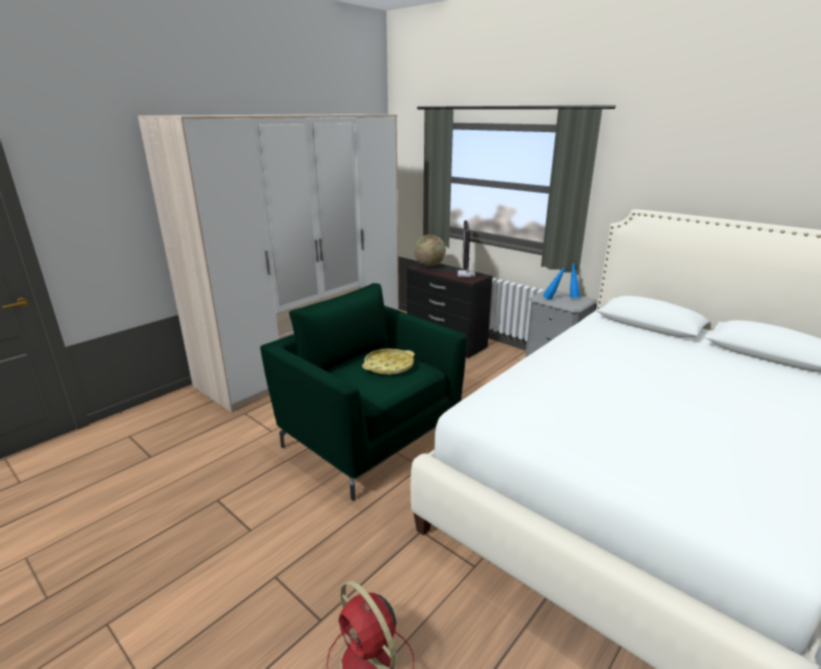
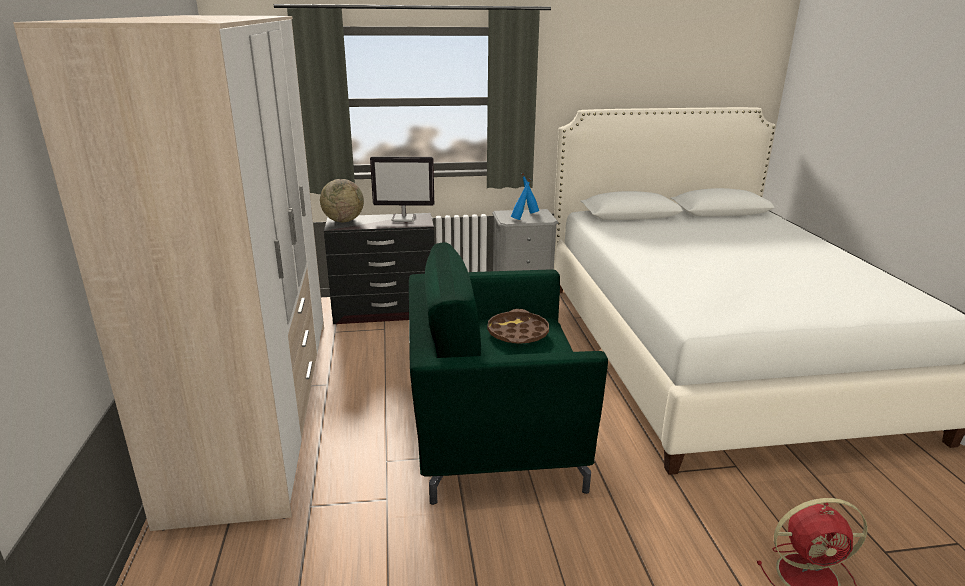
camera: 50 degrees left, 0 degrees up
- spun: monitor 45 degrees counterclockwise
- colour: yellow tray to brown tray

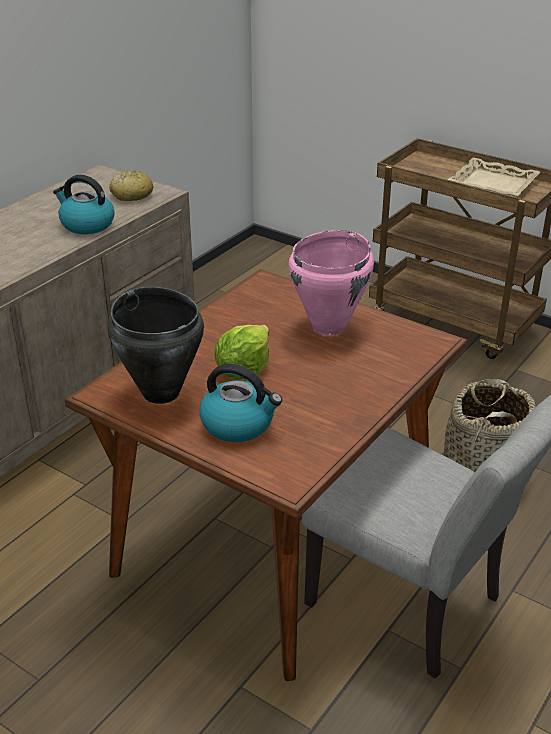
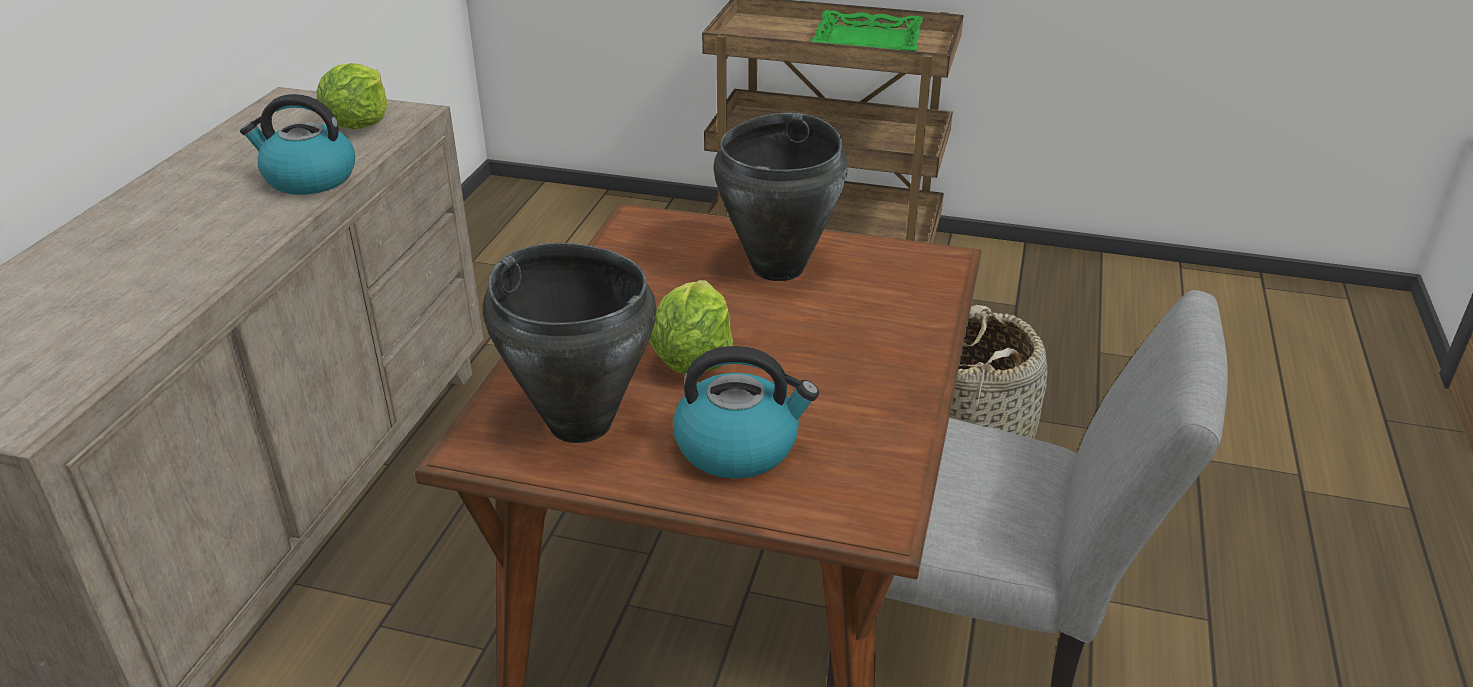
camera: 20 degrees left, 0 degrees up
- exchanged: bread to lettuce (no. 1 from left)
- colour: pink cooking pot to black cooking pot (no. 2 from left)
- colour: beige tray to green tray

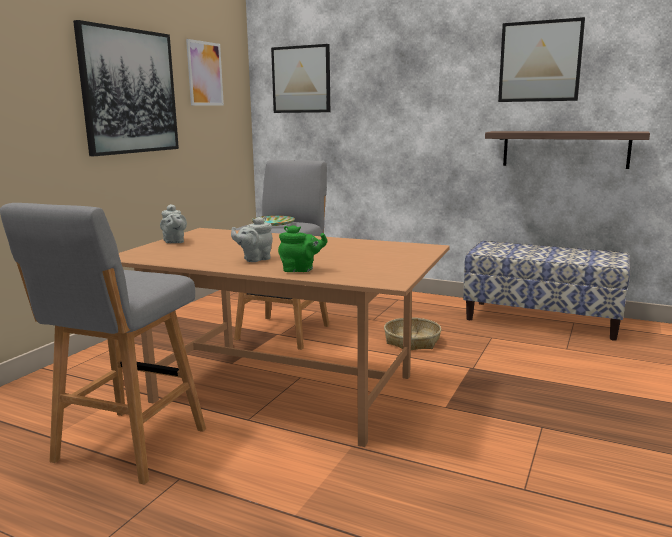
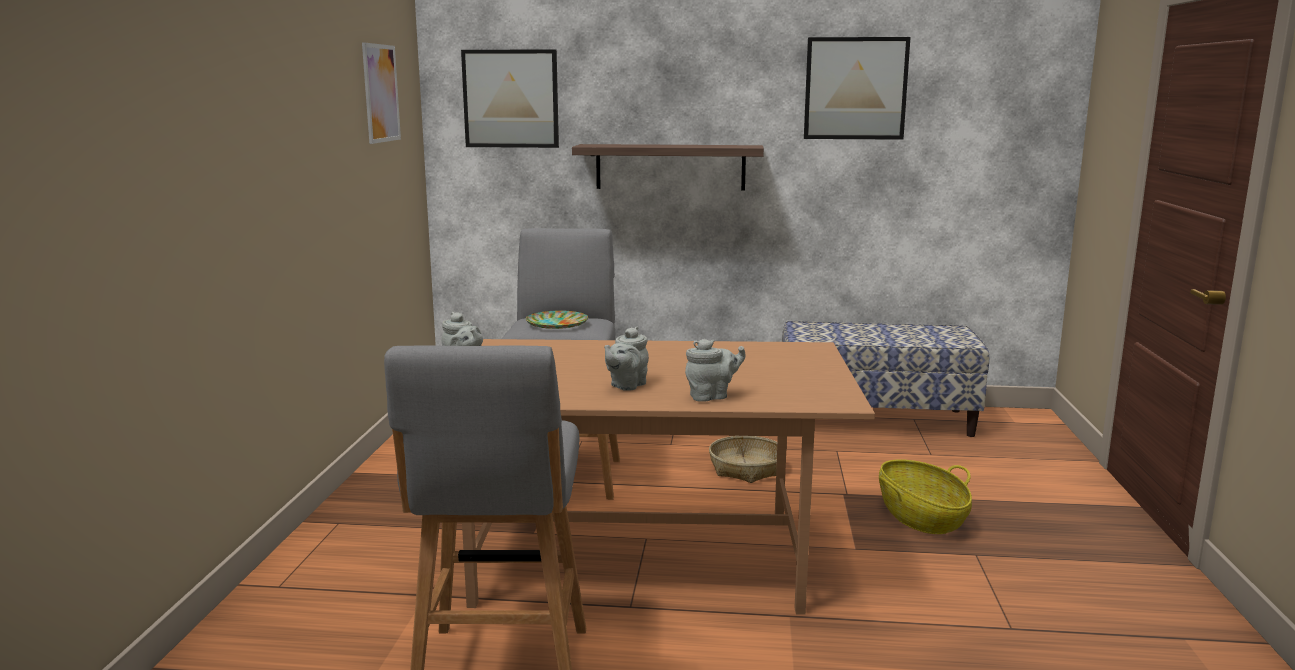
camera: 20 degrees left, 0 degrees up
- relocated: shelf
- colour: green teapot to grey teapot (no. 3 from left)
- appeared: basket (no. 2 from left)
- missing: picture (no. 1 from left)

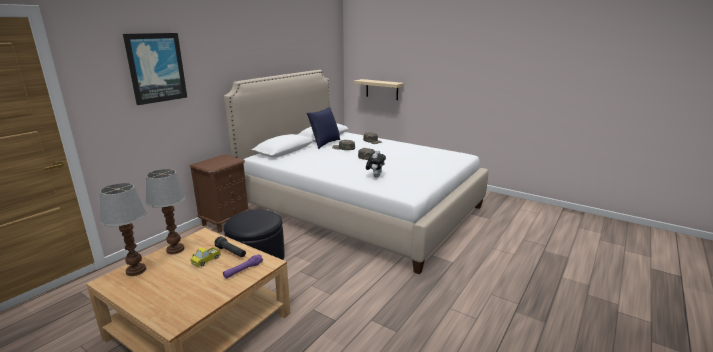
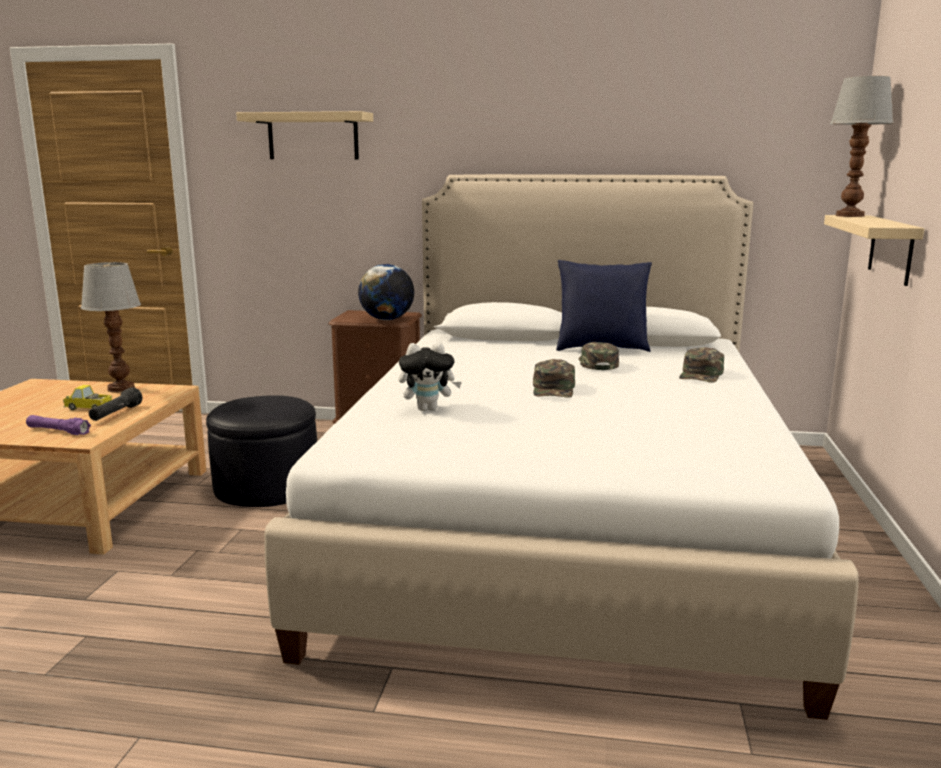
camera: 65 degrees right, 5 degrees down
- exchanged: picture to beige shelf (no. 1 from left)
- appeared: globe
- relocated: table lamp (no. 1 from left in the first image) to table lamp (no. 2 from left)

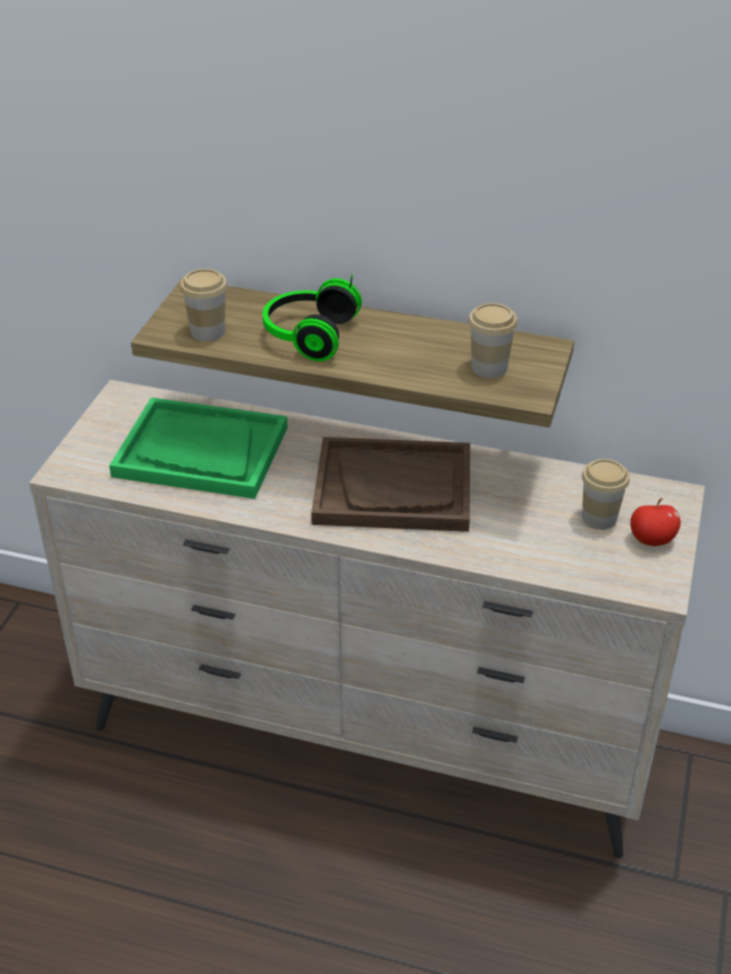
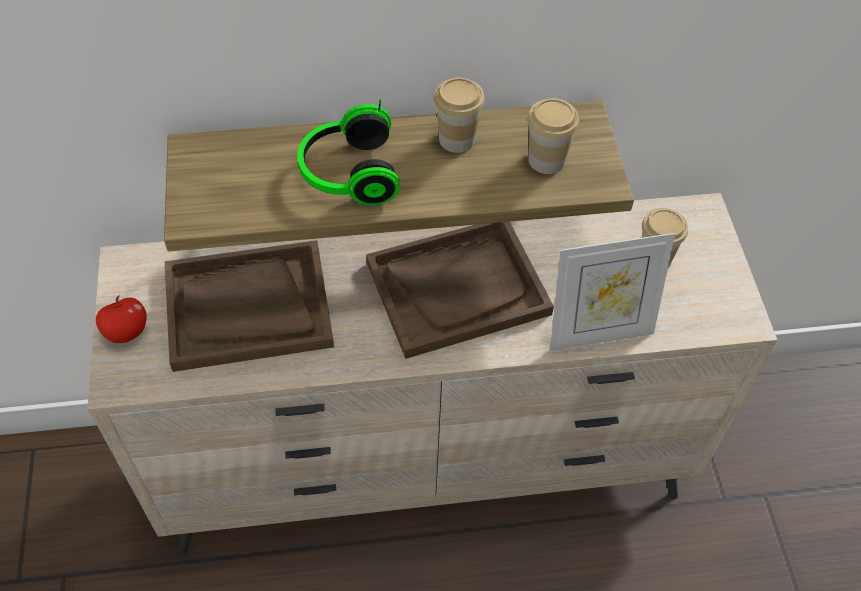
camera: 25 degrees left, 15 degrees up
- relocated: apple
- colour: green tray to brown tray (no. 1 from left)
- relocated: cup (no. 1 from left)
- appeared: picture frame

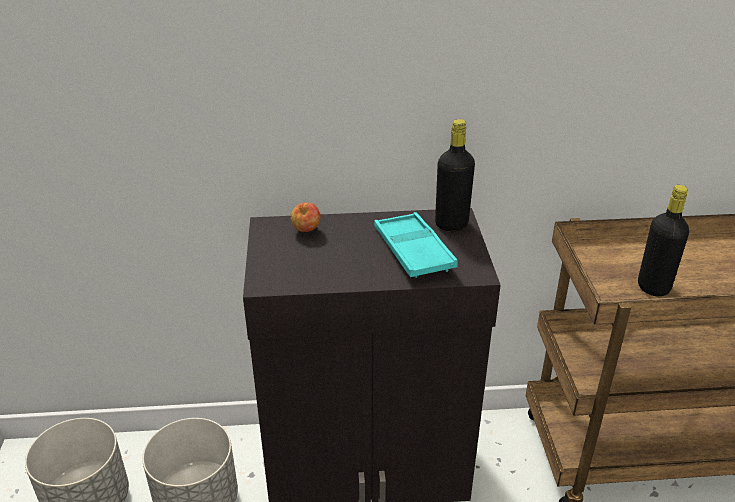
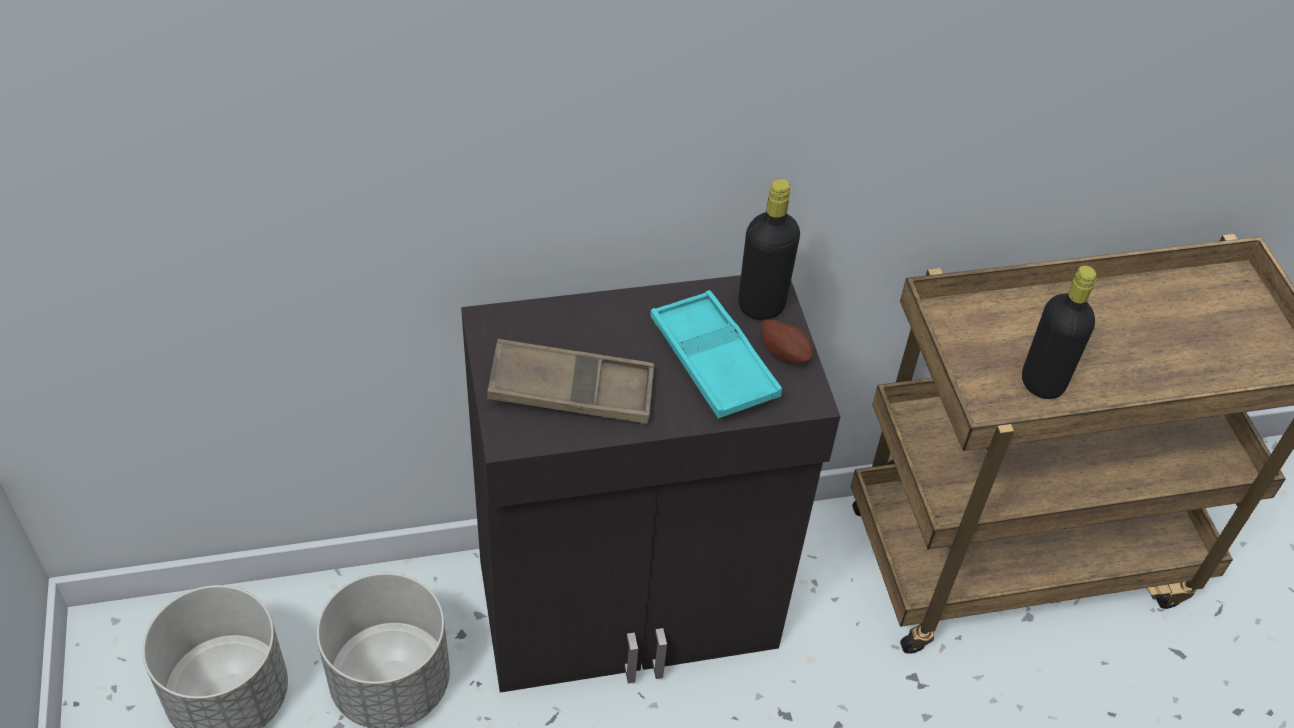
camera: 10 degrees left, 15 degrees up
- appeared: brown tray
- appeared: potato
- missing: apple

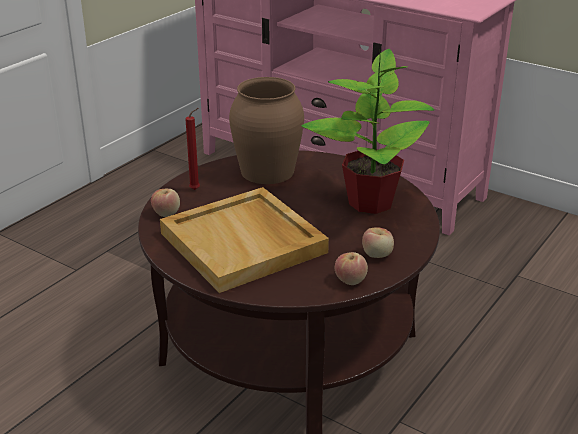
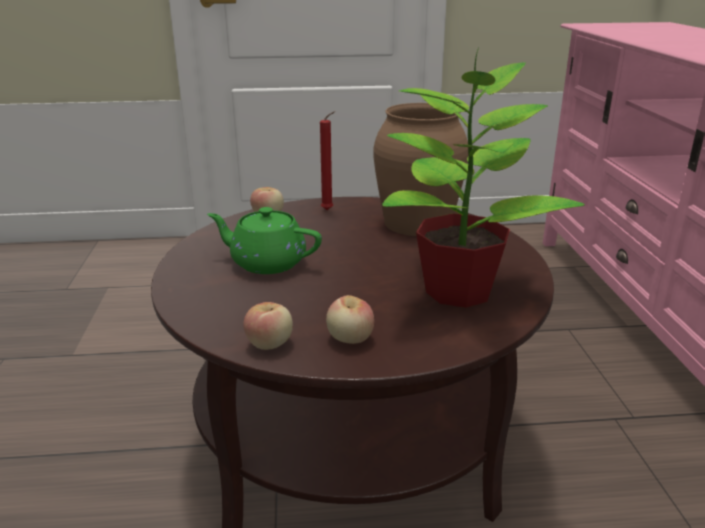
camera: 50 degrees right, 5 degrees down
- exchanged: beige tray to green teapot

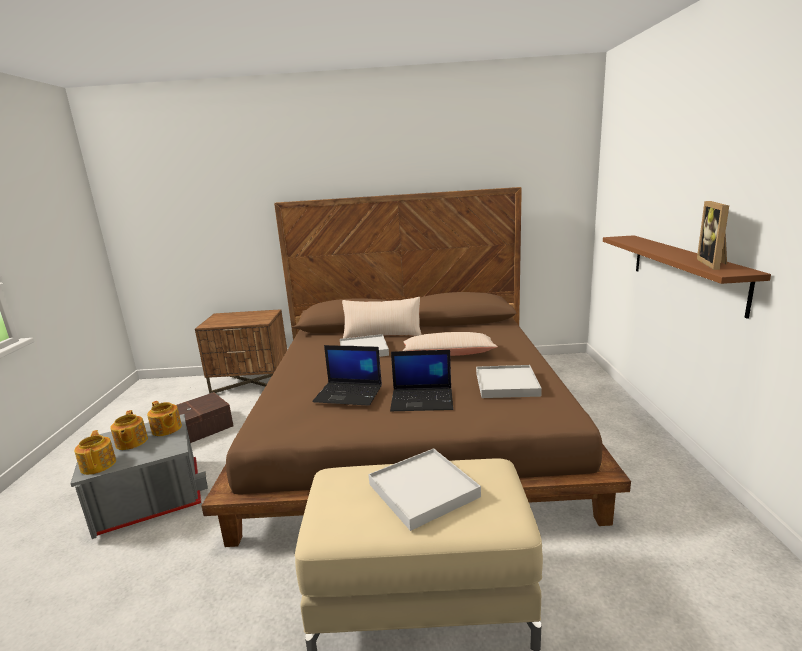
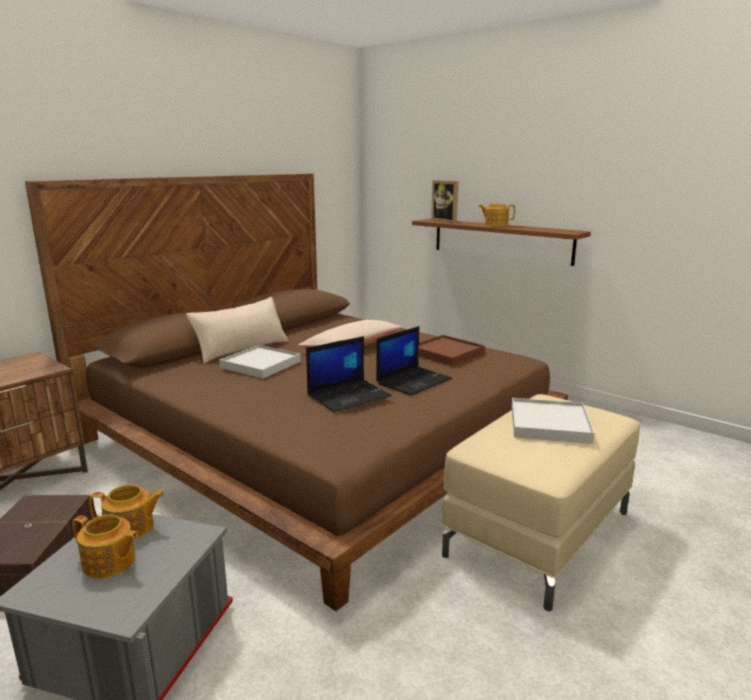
camera: 50 degrees left, 0 degrees up
- colour: white tray (no. 3 from left) to brown tray
- relocated: picture frame
- relocated: teapot (no. 1 from left in the first image) to teapot (no. 3 from left)

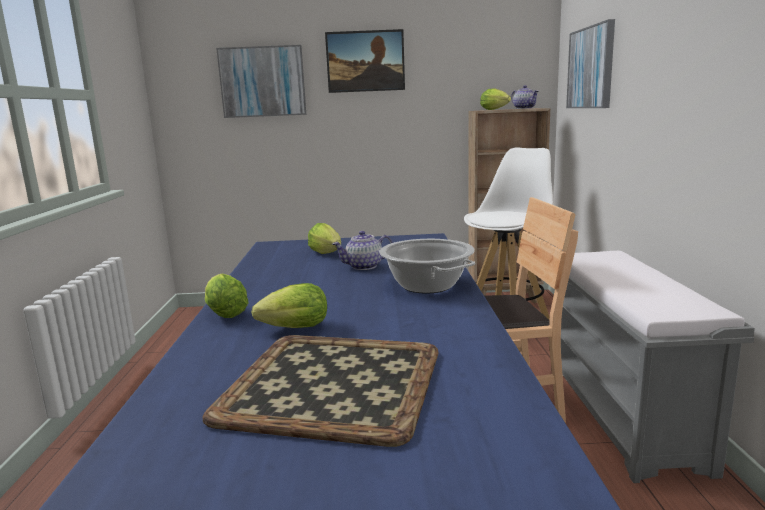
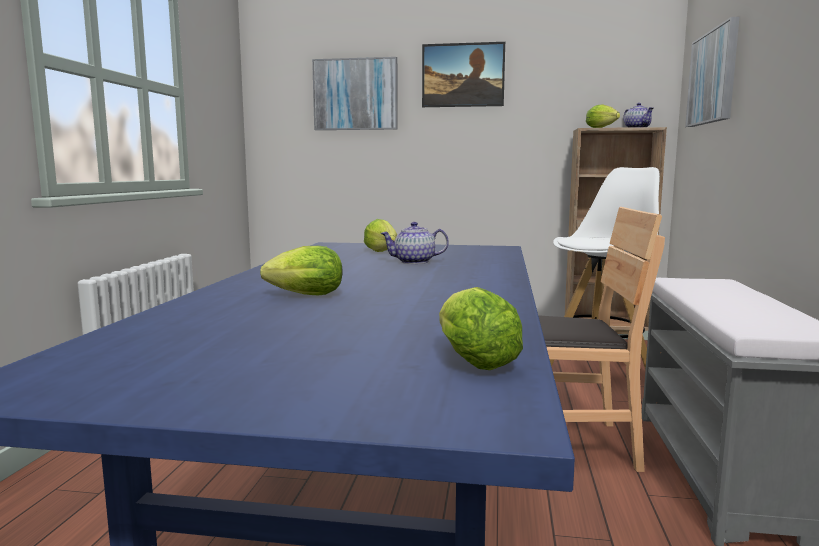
camera: 10 degrees right, 5 degrees down
- relocated: lettuce (no. 1 from left in the first image) to lettuce (no. 3 from left)
- missing: tray
- missing: cooking pot

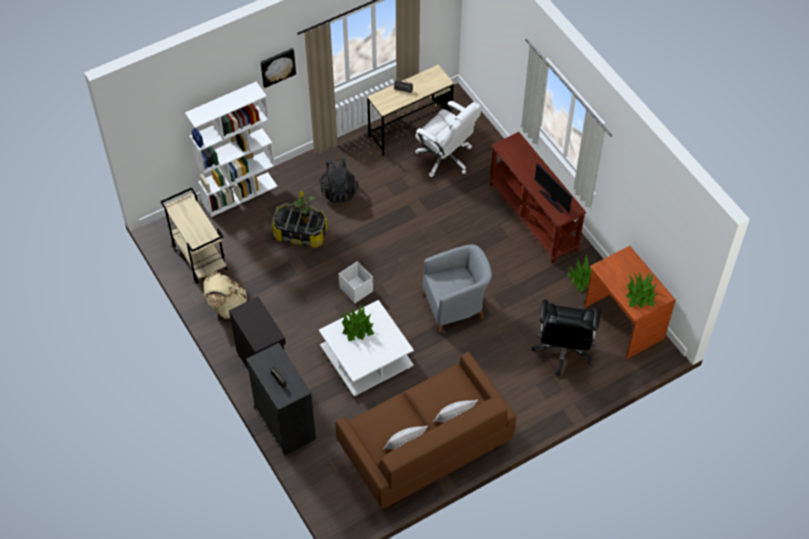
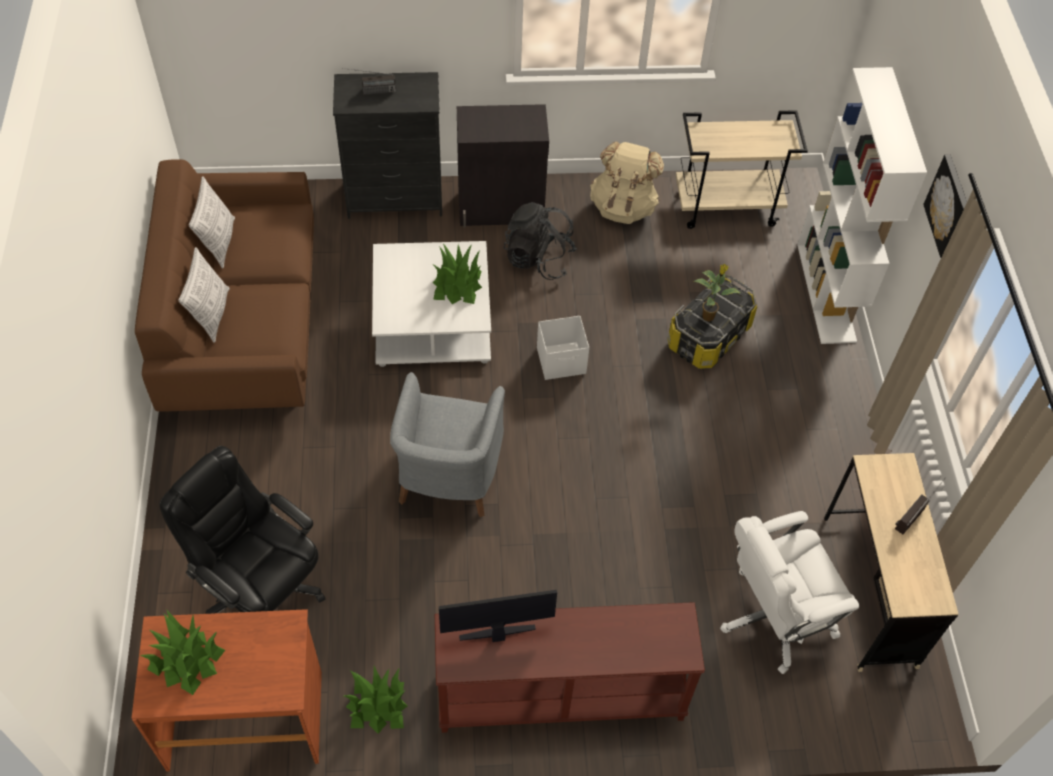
camera: 115 degrees right, 0 degrees up
- relocated: black backpack

